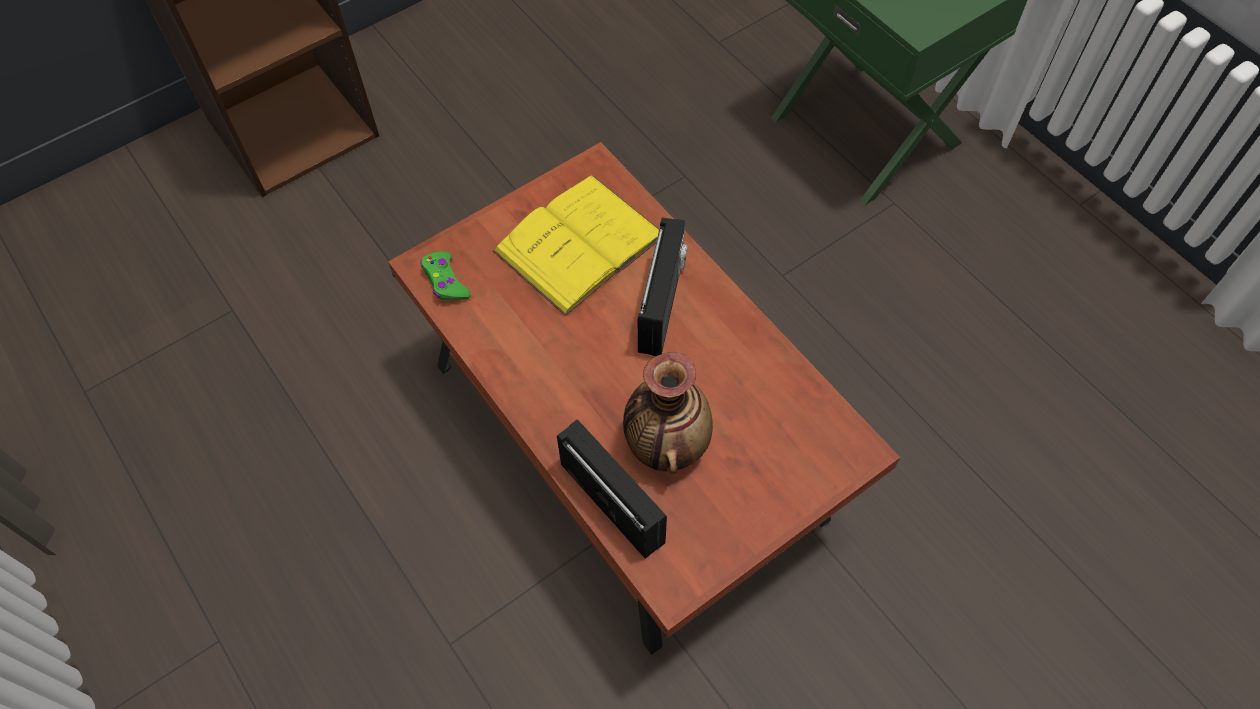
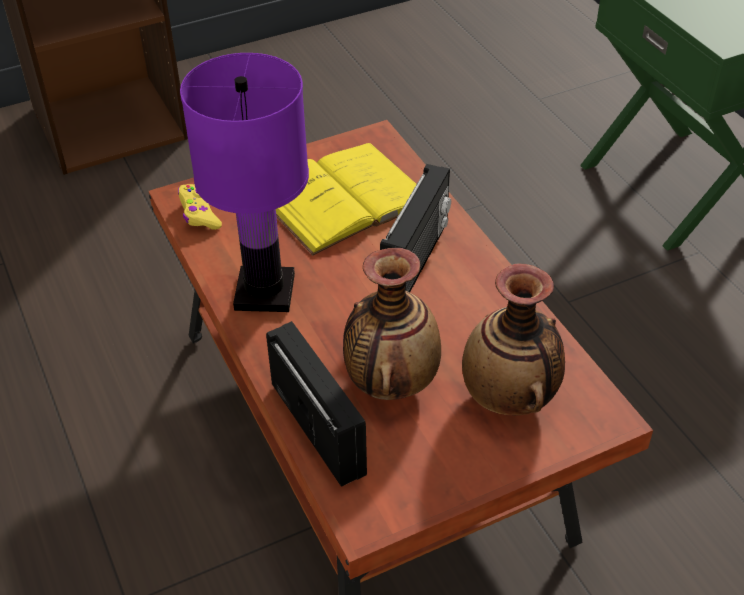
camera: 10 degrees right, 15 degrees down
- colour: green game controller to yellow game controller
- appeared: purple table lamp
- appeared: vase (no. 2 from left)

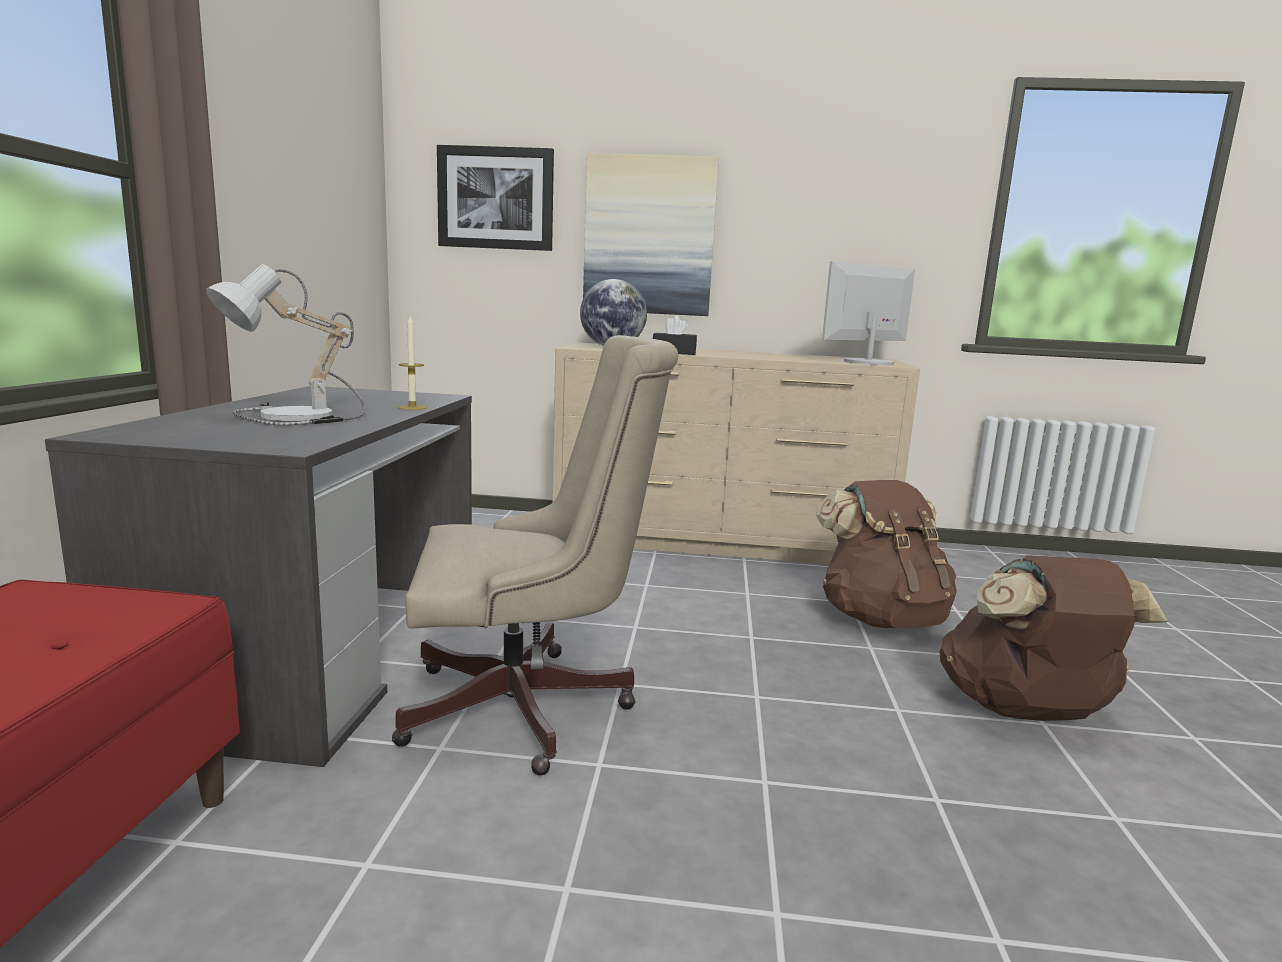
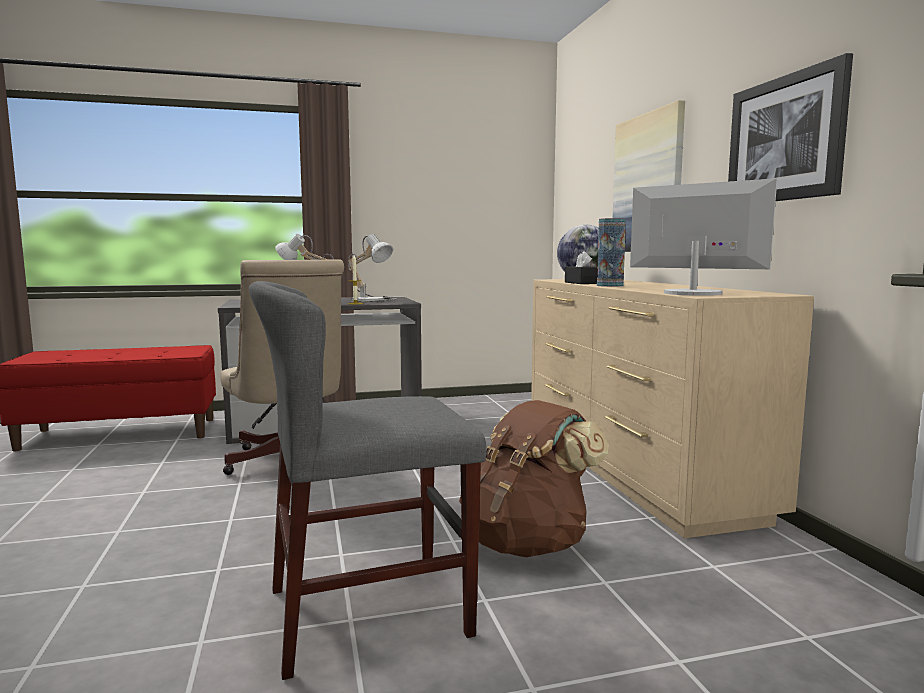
camera: 70 degrees right, 5 degrees down
- exchanged: brown backpack (no. 2 from left) to grey chair
- appeared: table lamp (no. 2 from left)
- appeared: vase
- relocated: picture (no. 1 from left in the first image) to picture (no. 2 from left)

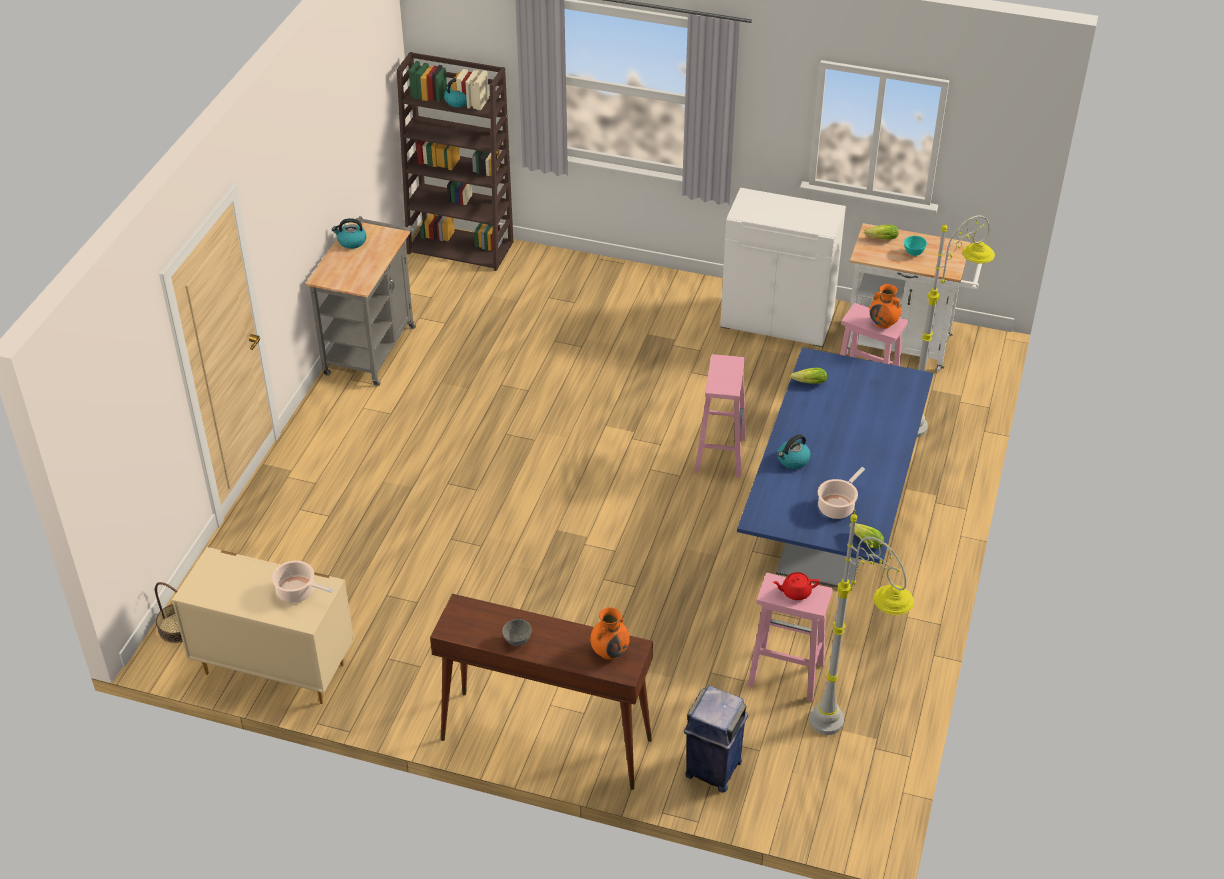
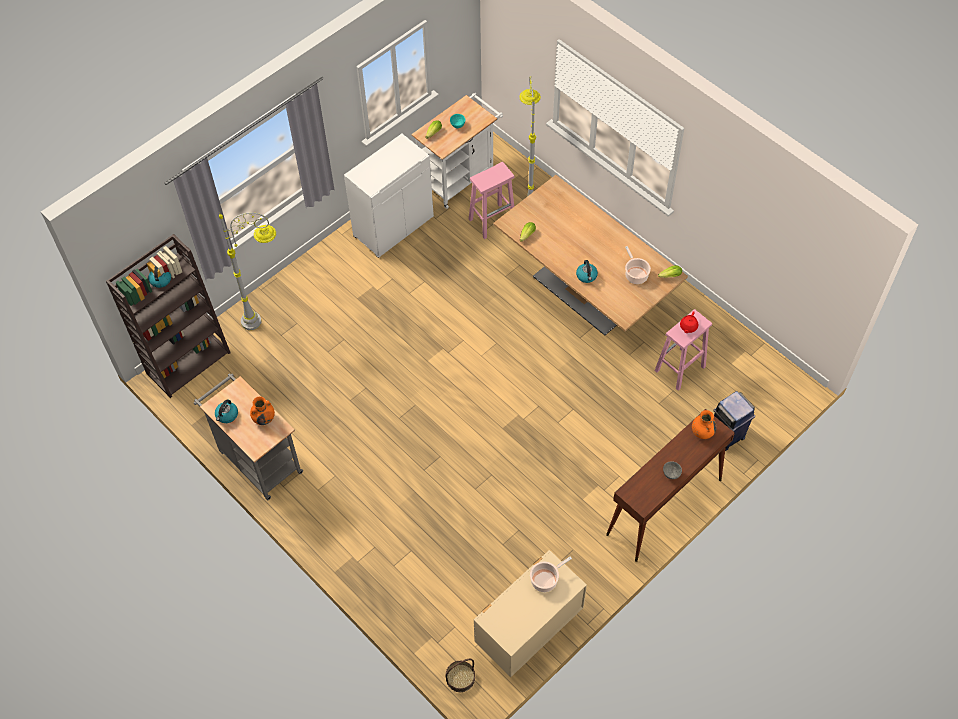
camera: 60 degrees left, 15 degrees up
- relocated: grey floor lamp (no. 1 from left)
- relocated: orange vase (no. 2 from left in the first image) to orange vase (no. 1 from left)
- colour: blue dining table to beige dining table
- missing: pink stool (no. 1 from left)

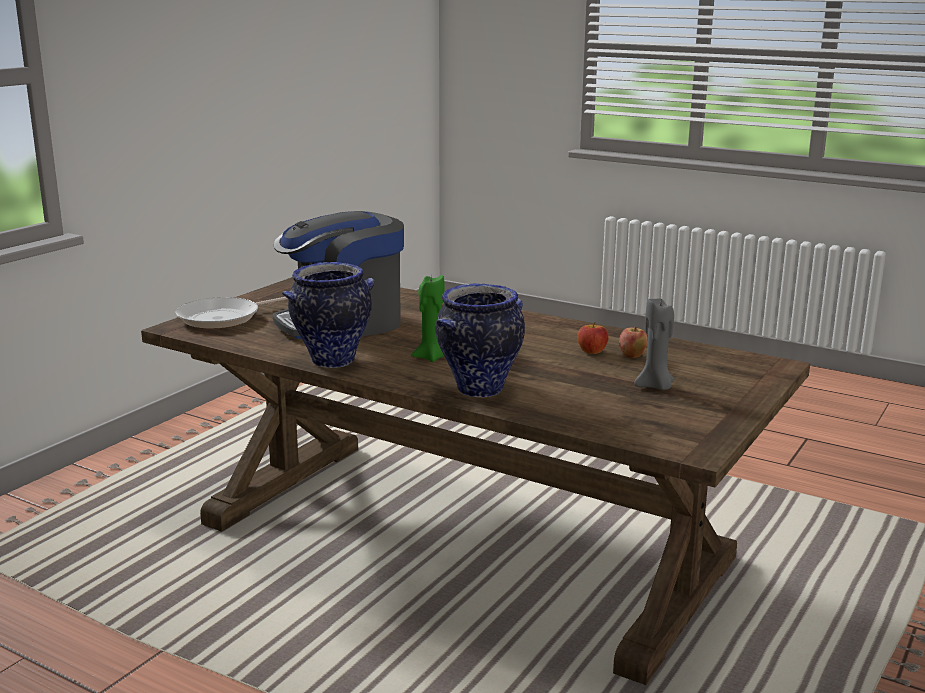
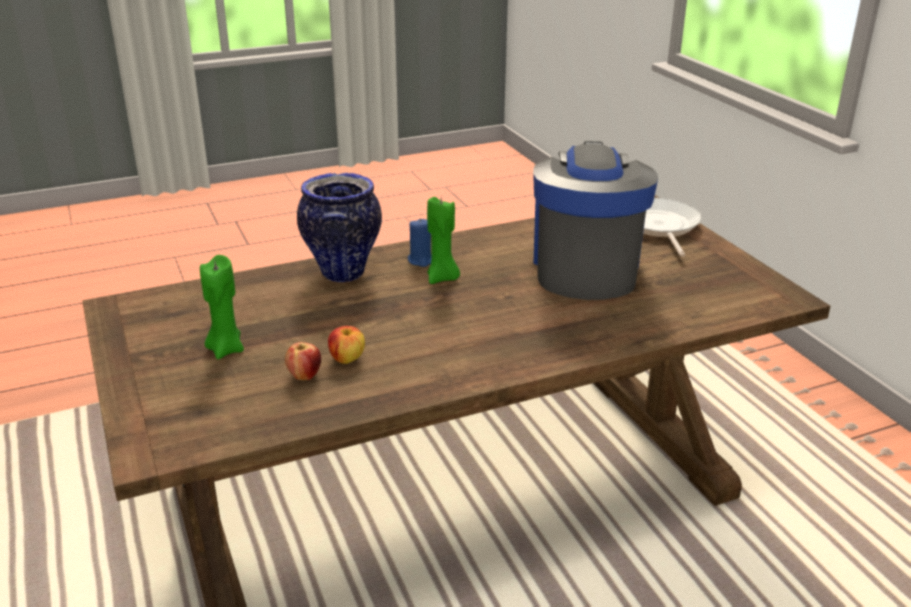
camera: 125 degrees right, 10 degrees up
- colour: grey candle to green candle (no. 1 from left)
- appeared: blue candle
- missing: vase (no. 1 from left)

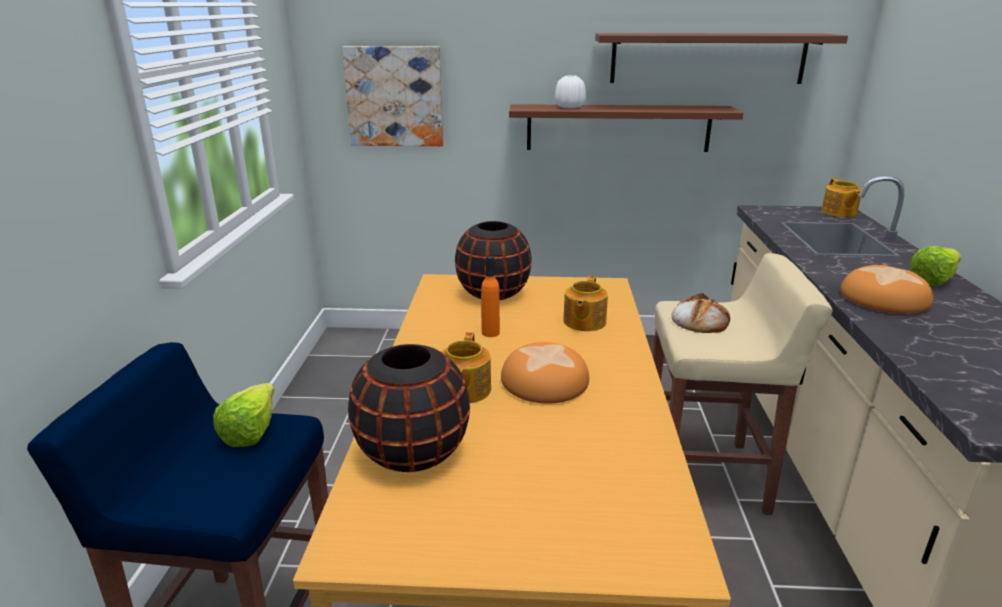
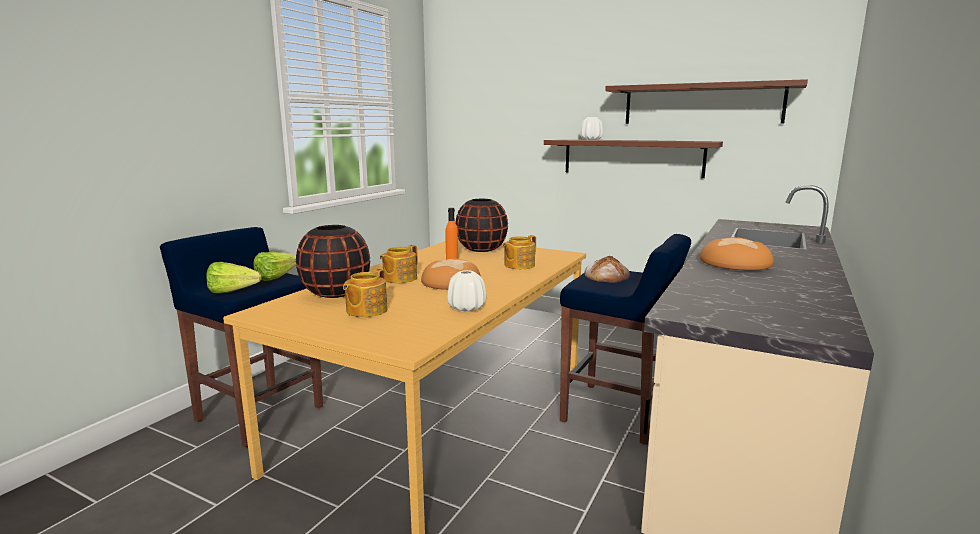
camera: 25 degrees right, 10 degrees down
- relocated: lettuce (no. 2 from left in the first image) to lettuce (no. 1 from left)
- relocated: teapot (no. 3 from left in the first image) to teapot (no. 1 from left)
- appeared: white vase (no. 1 from left)
- colour: beige stool to blue stool (no. 2 from left)
- missing: picture

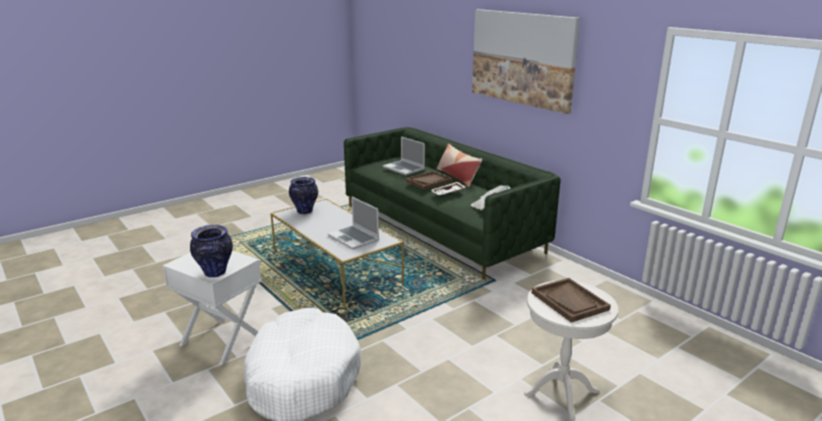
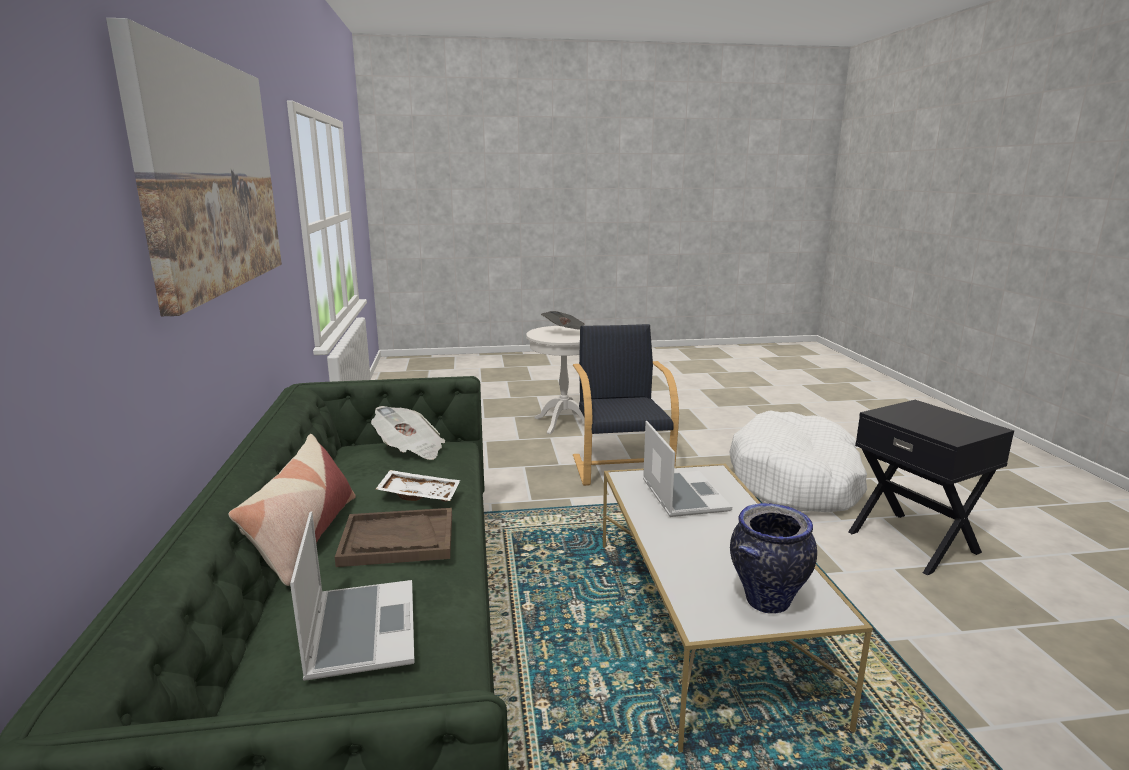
camera: 150 degrees left, 5 degrees down
- exchanged: brown tray (no. 2 from left) to newspaper (no. 2 from left)
- appeared: black armchair
- colour: white side table (no. 1 from left) to black side table
- missing: vase (no. 1 from left)

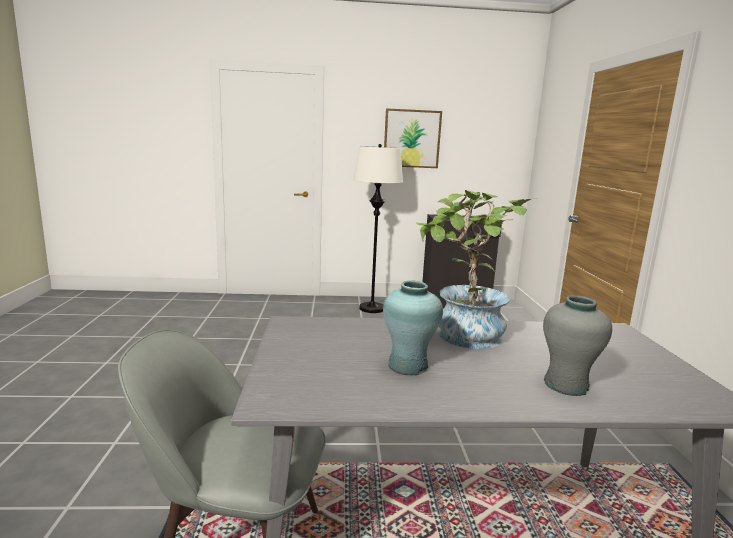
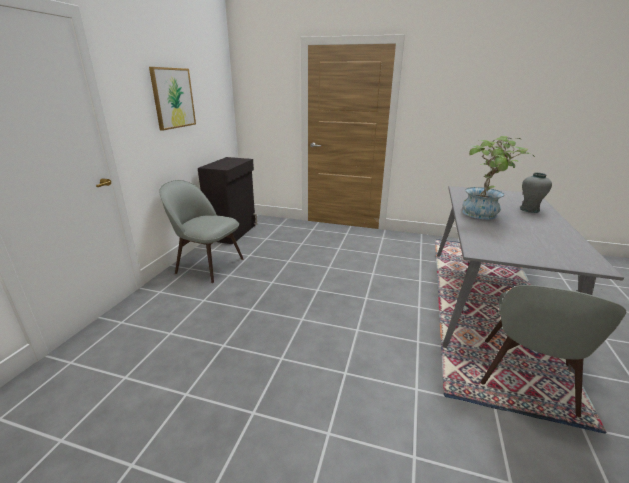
camera: 70 degrees left, 10 degrees up
- exchanged: white floor lamp to grey chair (no. 1 from left)
- missing: turquoise vase

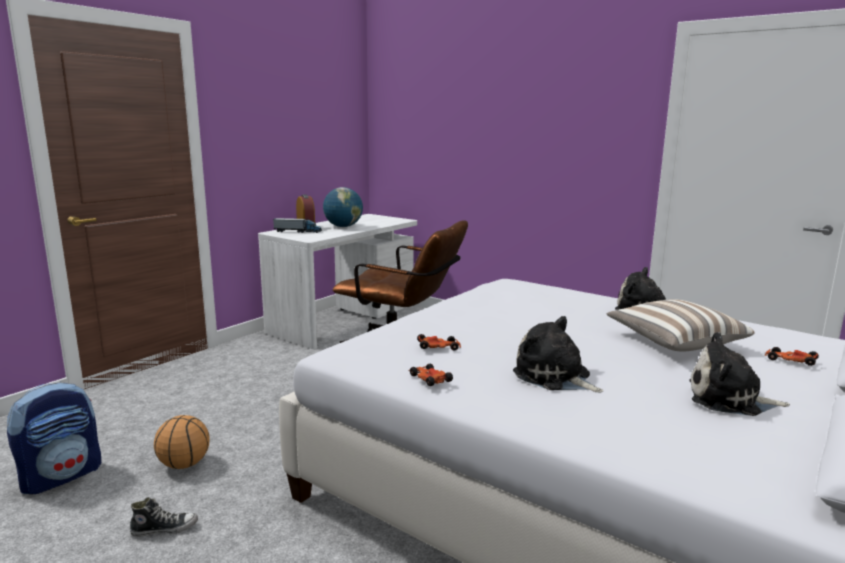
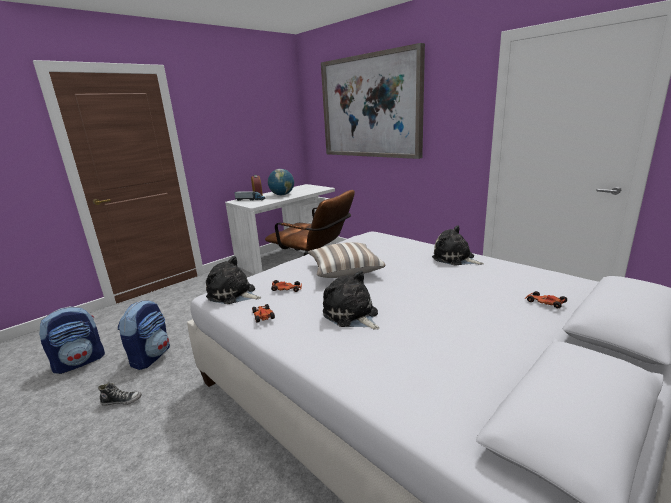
camera: 10 degrees right, 5 degrees up
- exchanged: basketball to backpack (no. 2 from left)
- relocated: plush toy (no. 3 from left in the first image) to plush toy (no. 1 from left)
- relocated: pillow
- appeared: picture

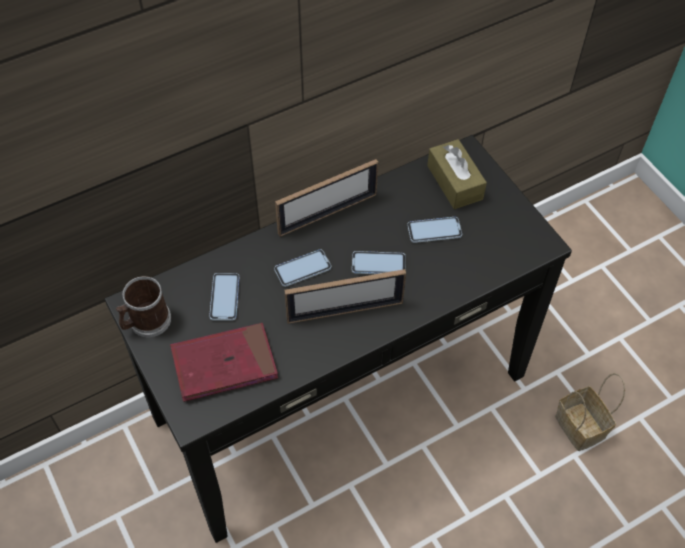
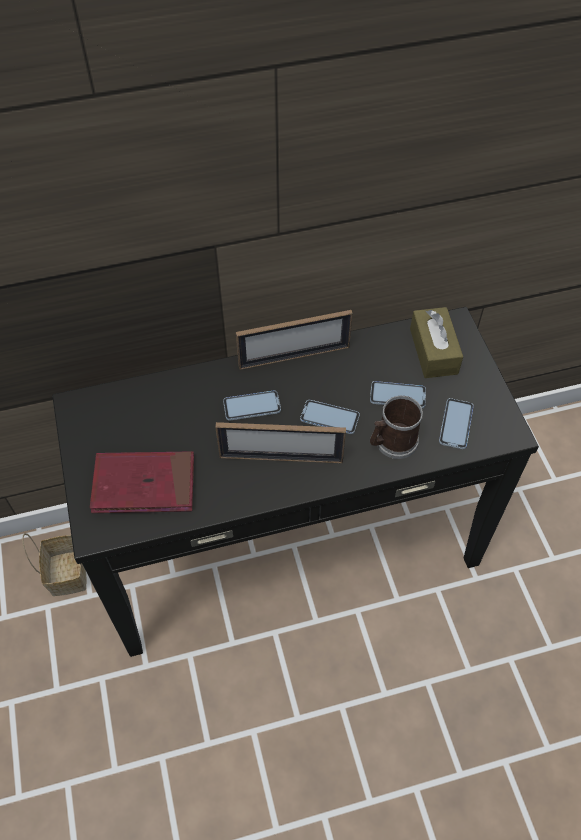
camera: 15 degrees right, 0 degrees up
- relocated: basket
- relocated: mug
- relocated: phone (no. 1 from left in the first image) to phone (no. 4 from left)

